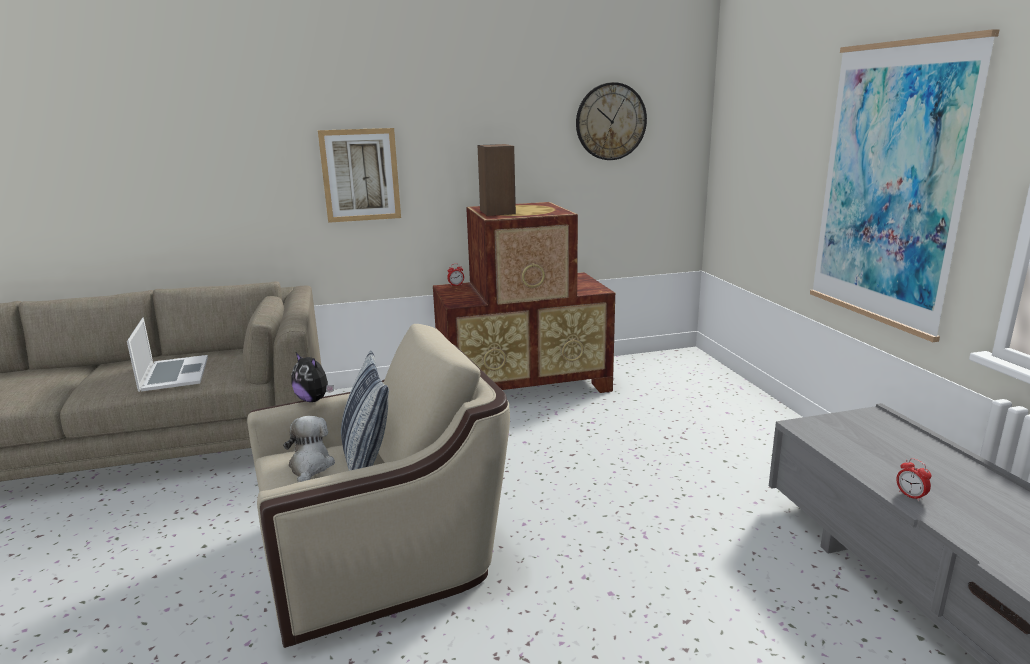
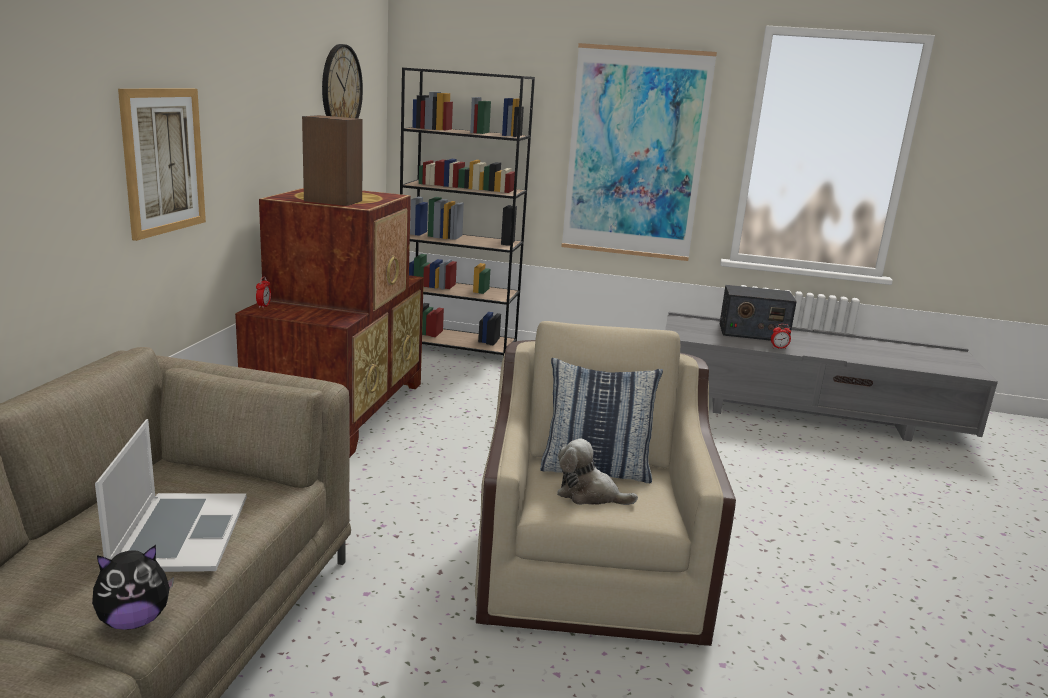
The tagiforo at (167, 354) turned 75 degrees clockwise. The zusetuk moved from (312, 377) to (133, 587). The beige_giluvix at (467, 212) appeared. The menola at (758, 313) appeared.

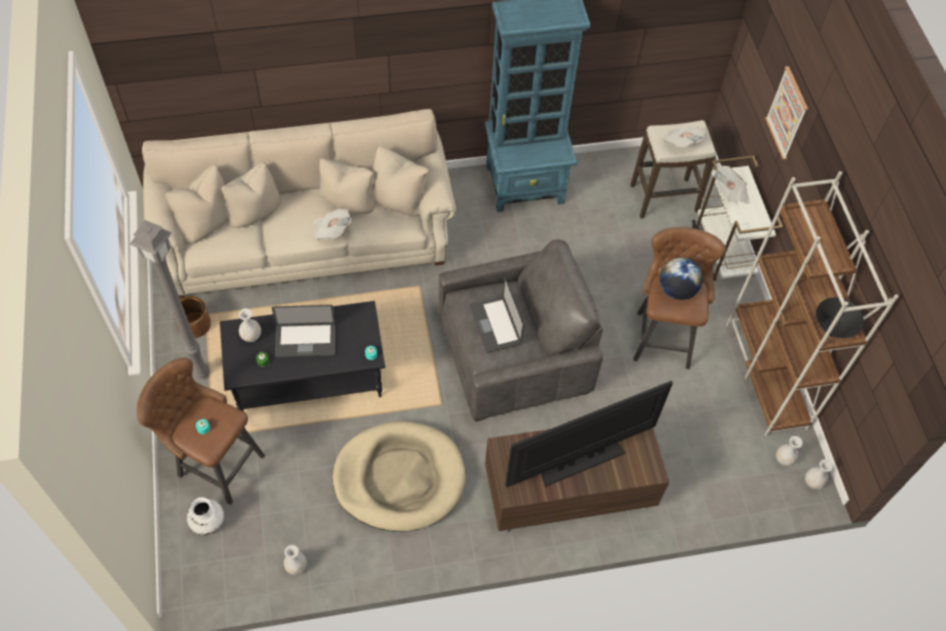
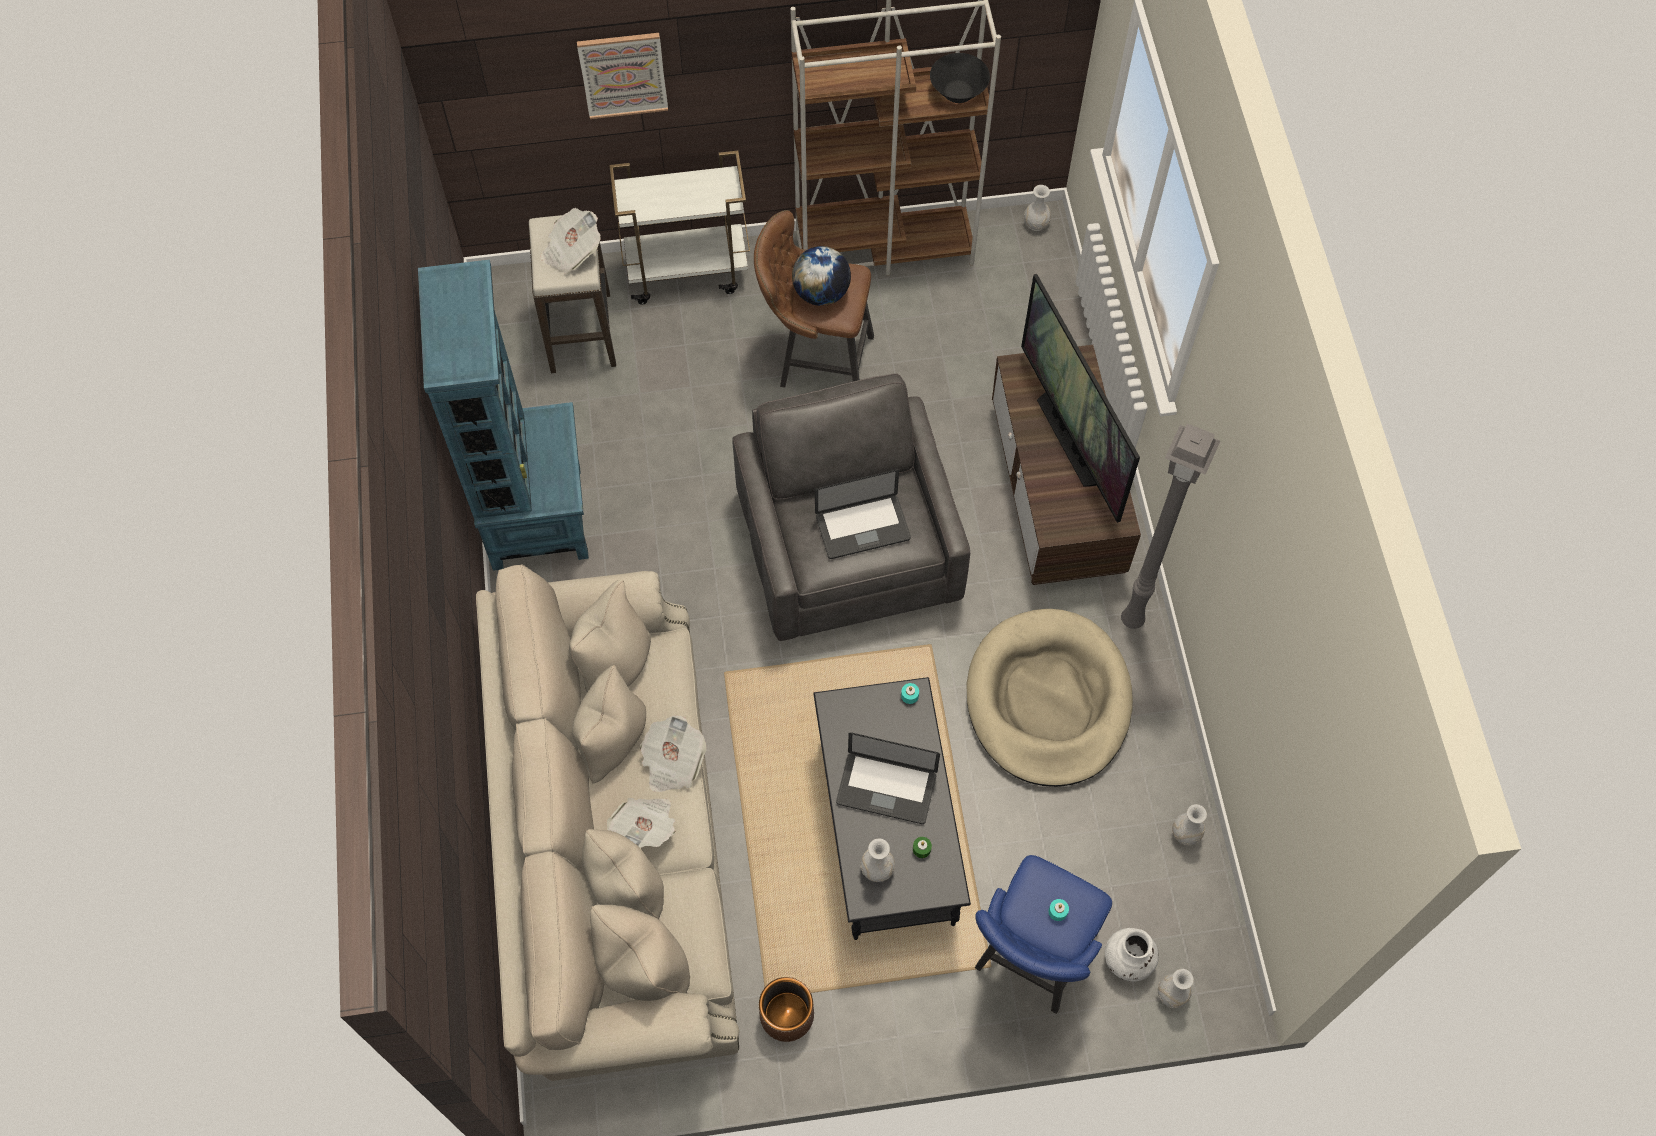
The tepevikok moved from (732, 185) to (641, 823). The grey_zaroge moved from (169, 299) to (1170, 526). The tagiforo at (304, 331) turned 105 degrees clockwise. The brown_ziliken at (201, 431) became the blue_ziliken at (1043, 934). The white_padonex moved from (789, 451) to (1176, 988).

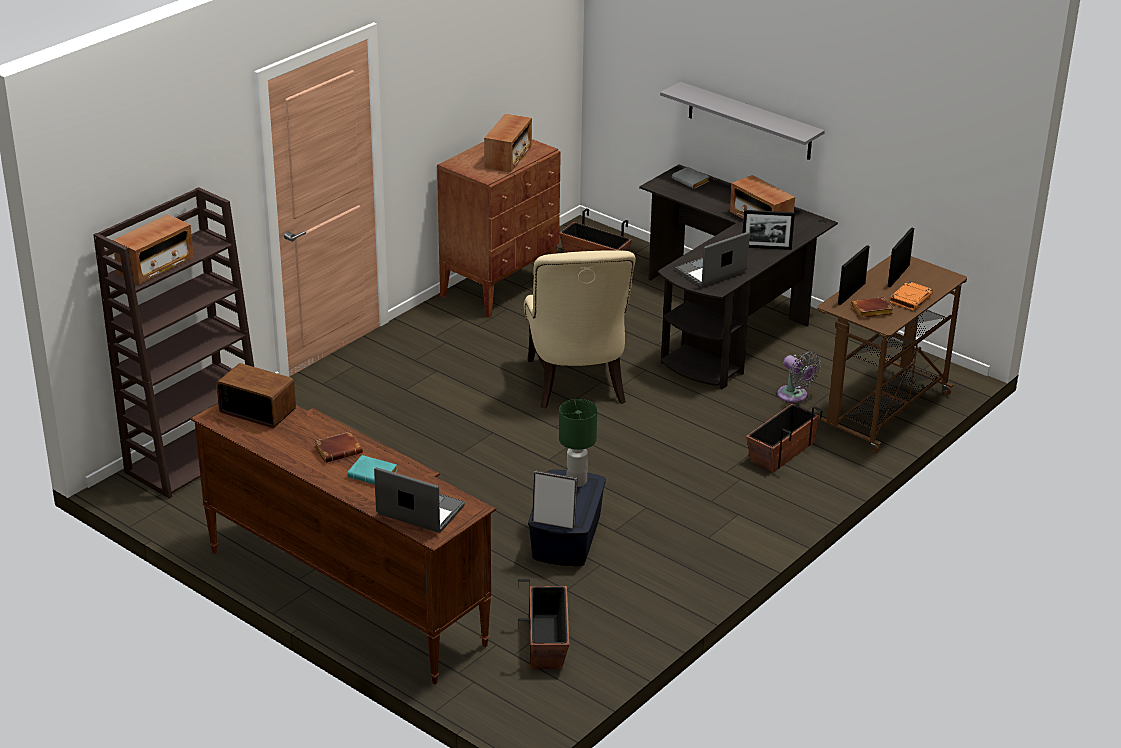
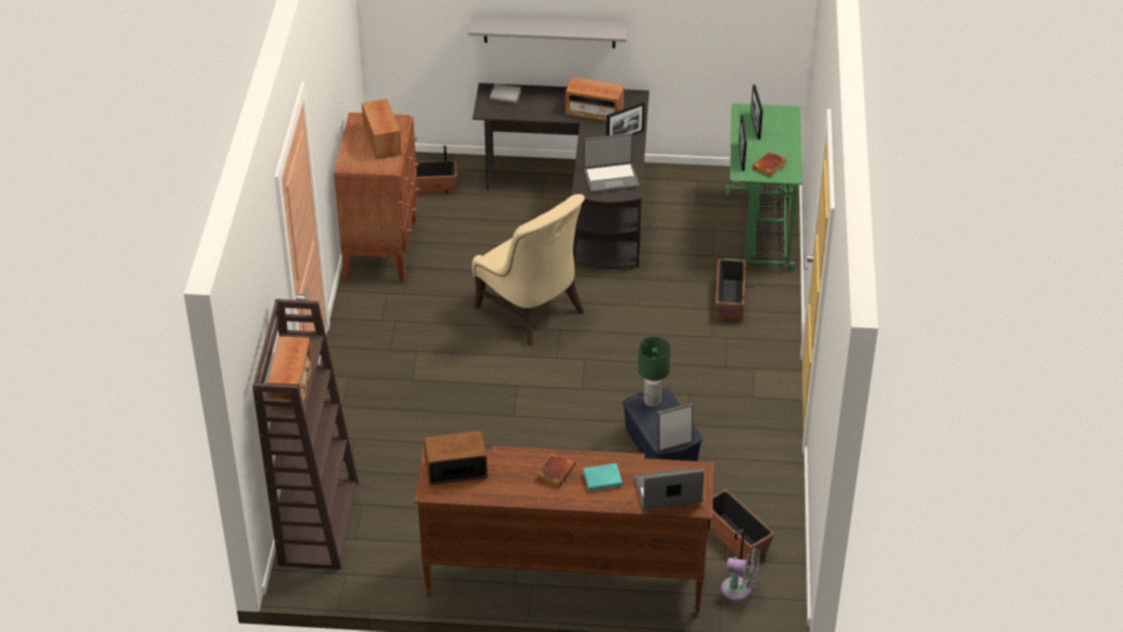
The tagiforo at (713, 259) turned 120 degrees counterclockwise. The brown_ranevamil at (892, 354) became the green_ranevamil at (763, 187). The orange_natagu at (911, 296) disappeared. The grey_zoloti moved from (799, 377) to (740, 574).

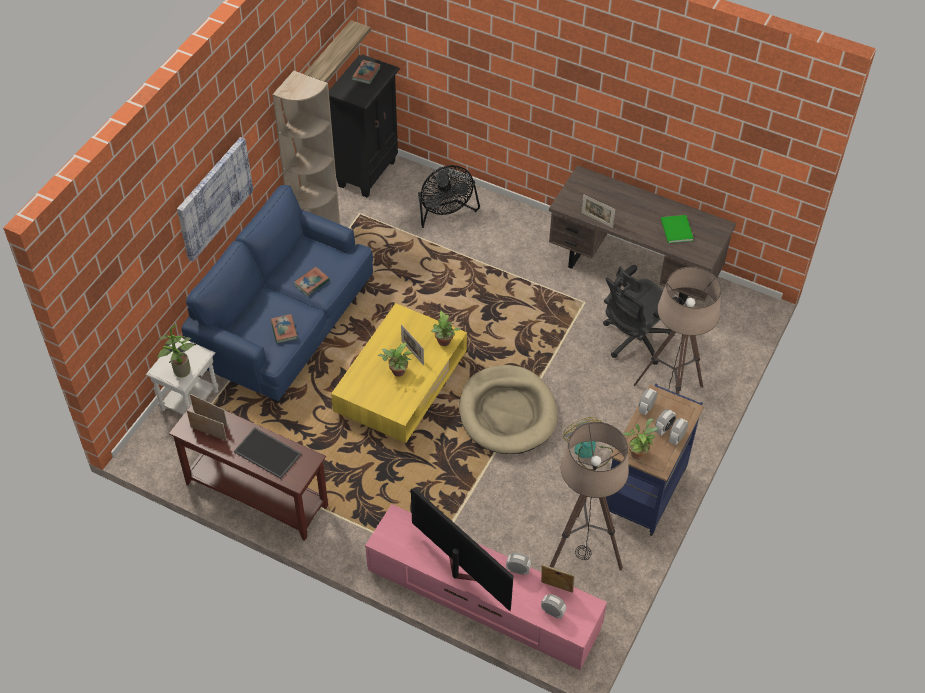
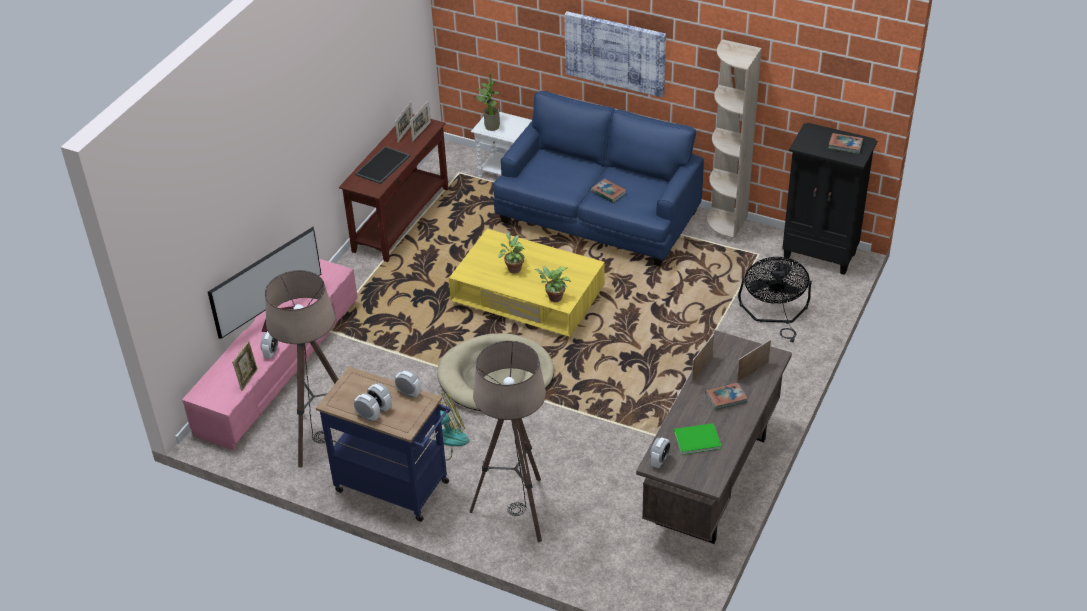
The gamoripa at (337, 51) disappeared. The black_zoloti at (449, 196) turned 120 degrees clockwise. The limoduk at (641, 315) disappeared. The natagu moved from (284, 328) to (726, 396). The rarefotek moved from (412, 344) to (754, 360). The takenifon at (640, 439) disappeared. The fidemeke moved from (553, 606) to (660, 452).

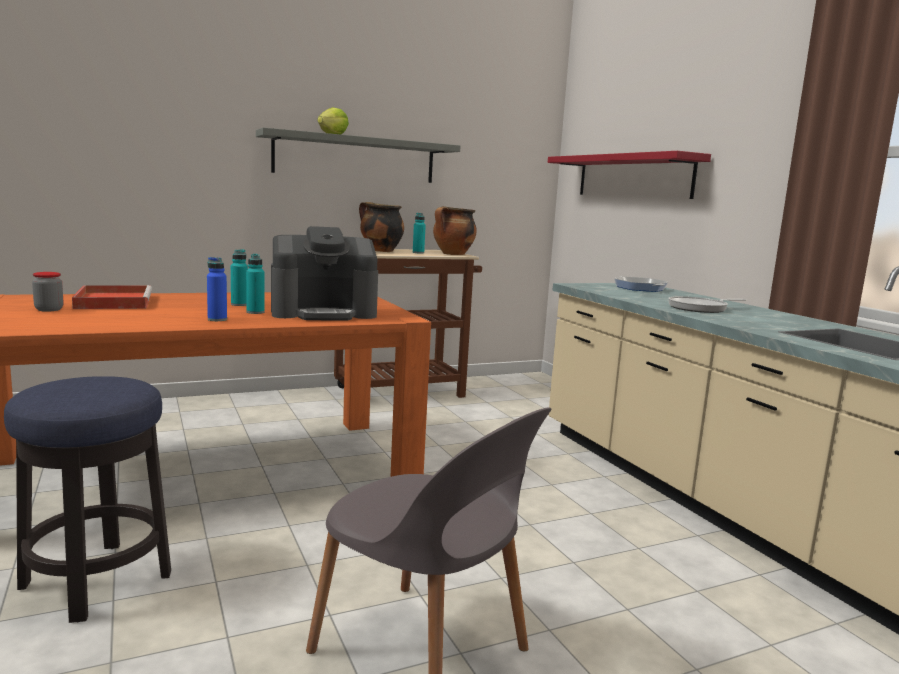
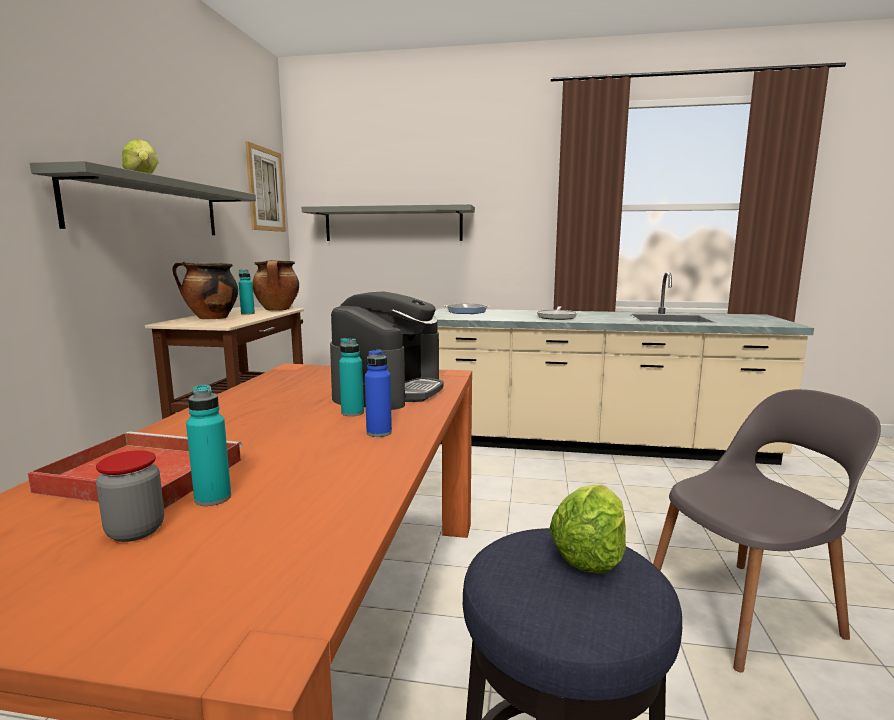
The red_gamoripa at (629, 175) became the grey_gamoripa at (388, 222). The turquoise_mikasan moved from (239, 277) to (208, 445). The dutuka at (265, 186) appeared. The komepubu at (587, 529) appeared.

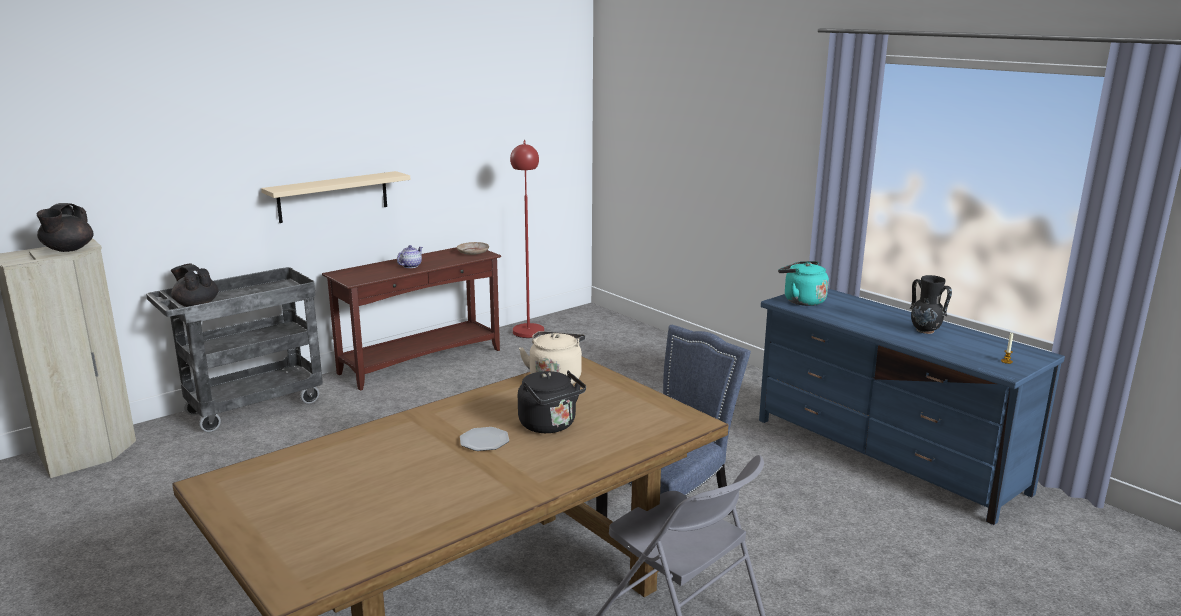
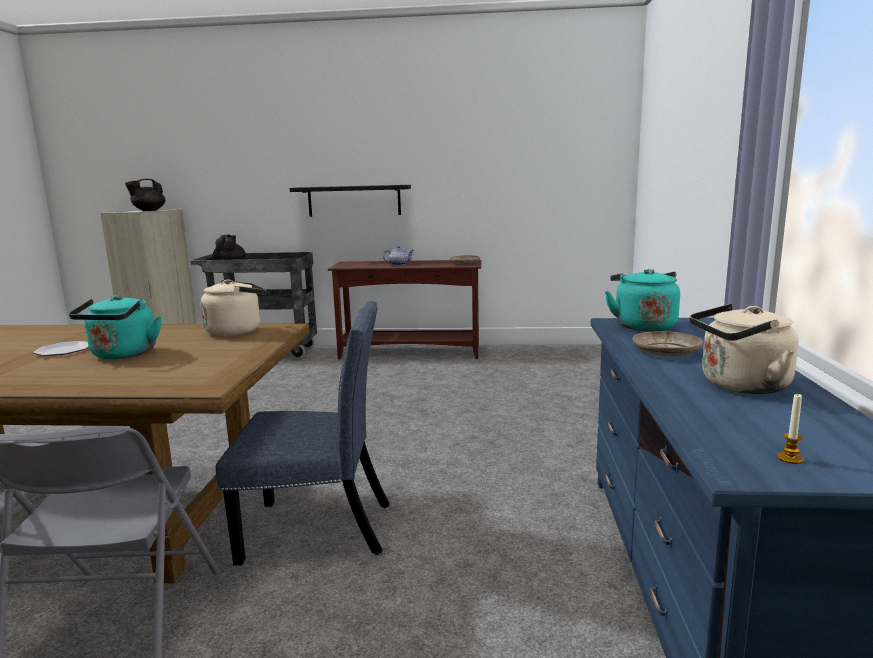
The red_zaroge at (527, 239) disappeared. The beige_gamoripa at (335, 197) became the black_gamoripa at (350, 201). The black_padonex at (931, 304) was replaced by the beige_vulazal at (744, 349). The black_vulazal at (552, 401) became the turquoise_vulazal at (115, 327). The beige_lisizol at (668, 344) appeared.

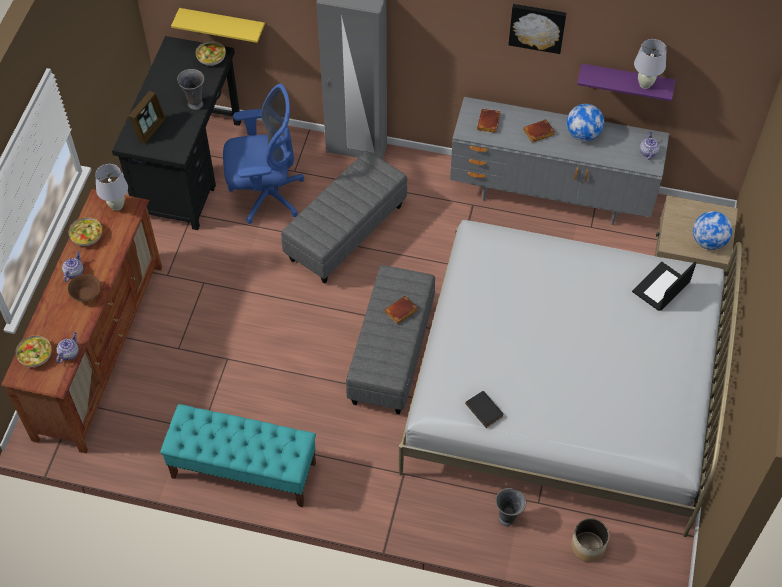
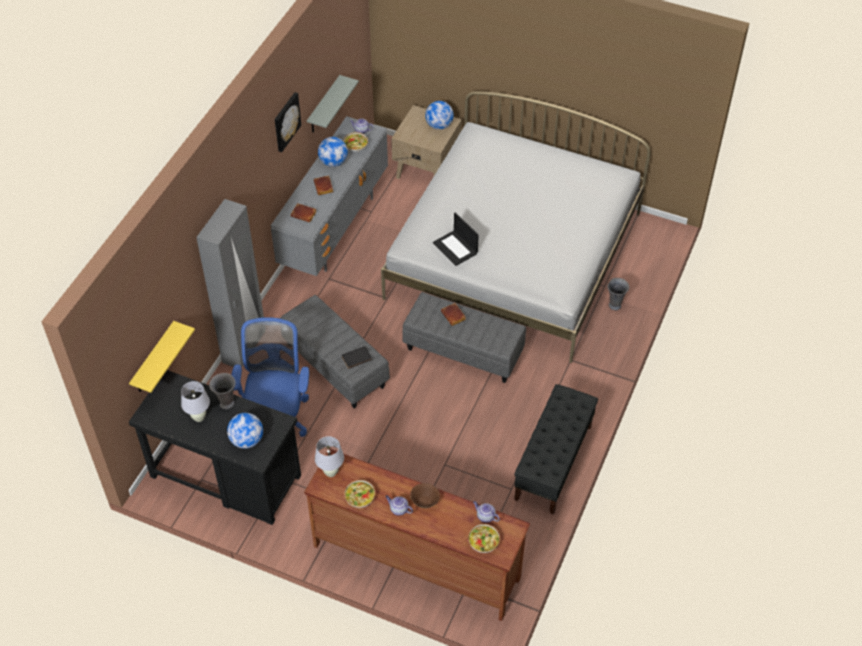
The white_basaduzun moved from (650, 64) to (195, 401). The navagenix moved from (211, 53) to (356, 142). The purple_gamoripa at (626, 82) became the grey_gamoripa at (333, 104). The rarefotek at (147, 117) was replaced by the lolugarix at (245, 431). The tagiforo moved from (664, 286) to (456, 239). The black_natagu moved from (484, 409) to (357, 357). The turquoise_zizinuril at (238, 455) became the black_zizinuril at (556, 449). The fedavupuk at (590, 540) disappeared.

